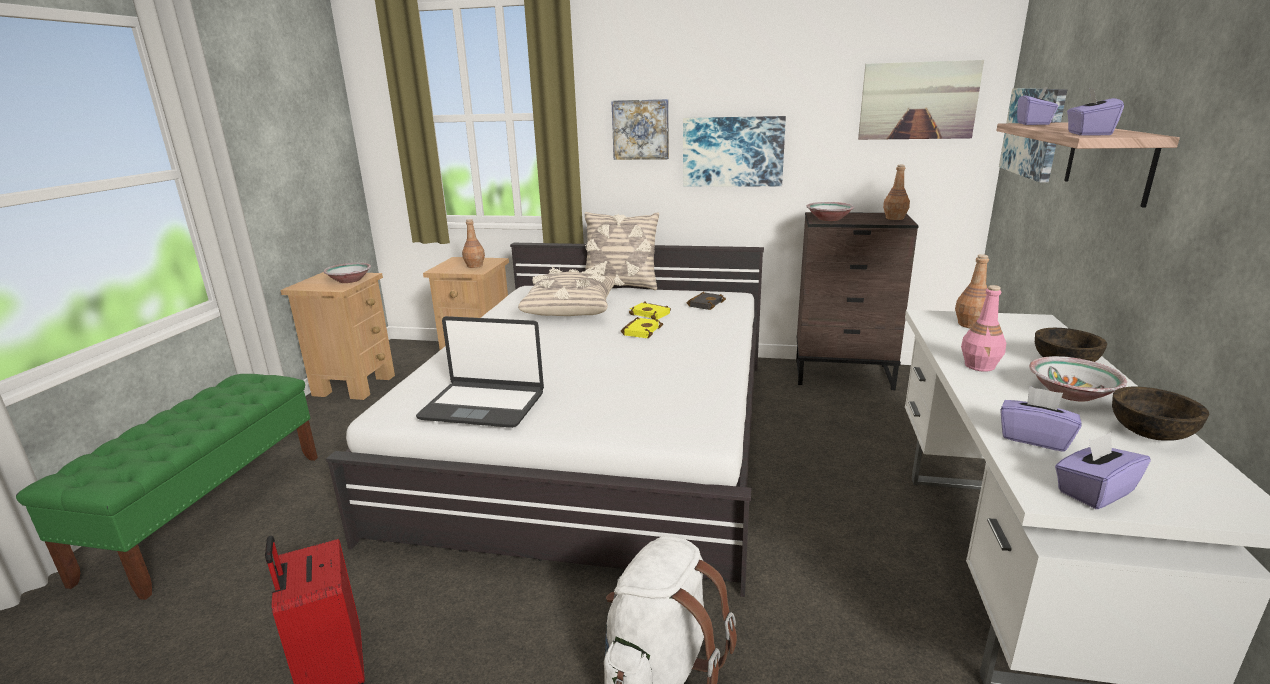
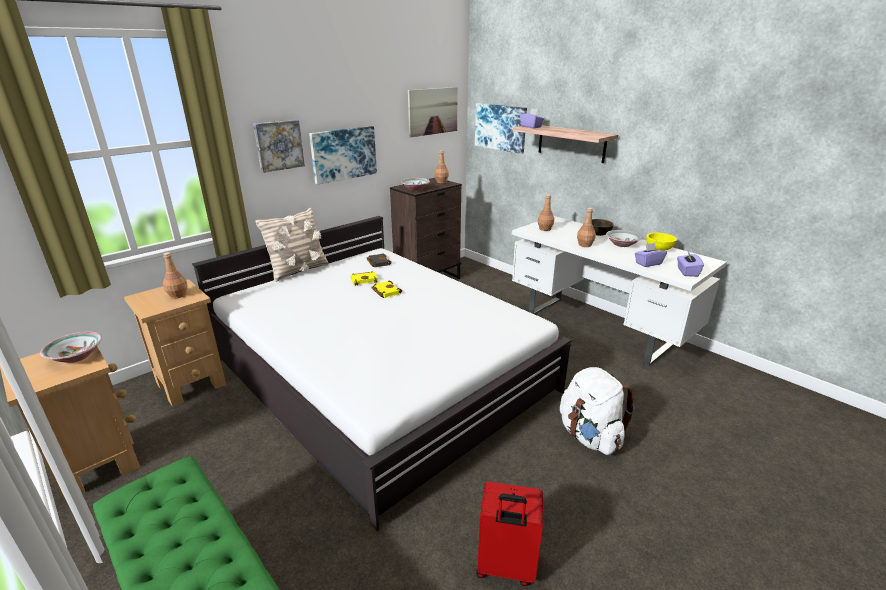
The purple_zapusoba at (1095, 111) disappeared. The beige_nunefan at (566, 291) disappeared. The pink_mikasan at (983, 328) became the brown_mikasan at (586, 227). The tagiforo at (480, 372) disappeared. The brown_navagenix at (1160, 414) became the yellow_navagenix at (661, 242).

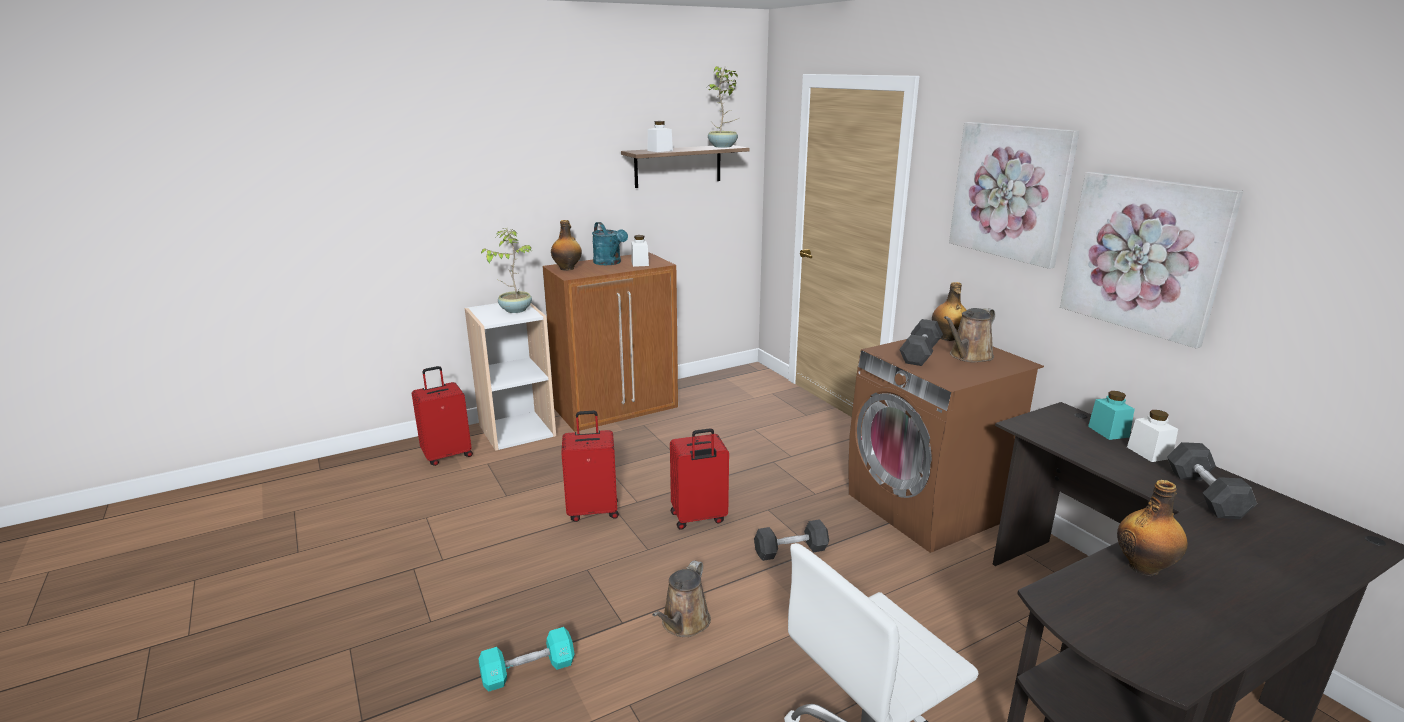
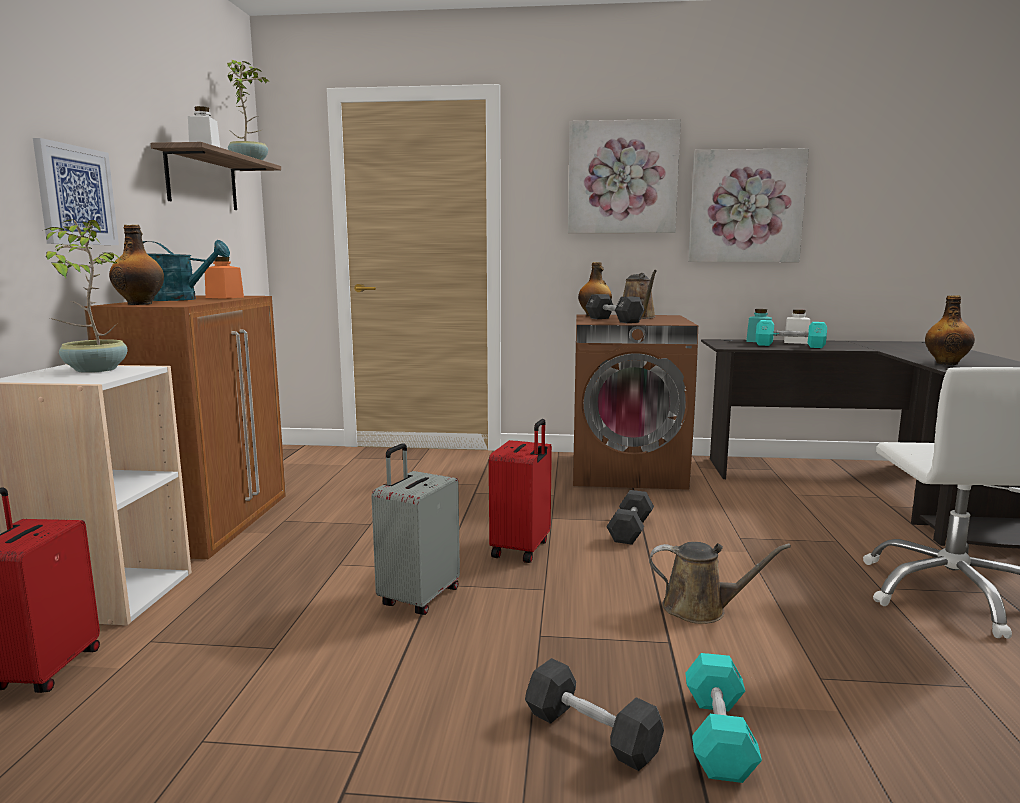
The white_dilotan at (640, 251) became the orange_dilotan at (224, 278). The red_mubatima at (590, 466) became the grey_mubatima at (416, 529). The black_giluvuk moved from (1212, 480) to (594, 714). The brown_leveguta at (681, 598) turned 45 degrees counterclockwise. The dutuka at (76, 191) appeared. The turquoise_giluvuk at (791, 334) appeared.

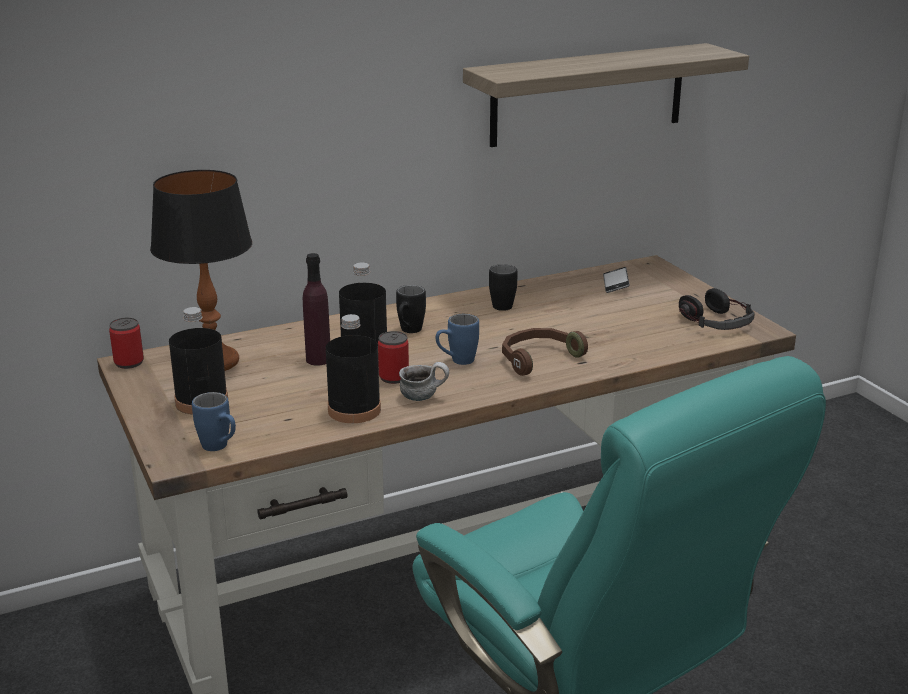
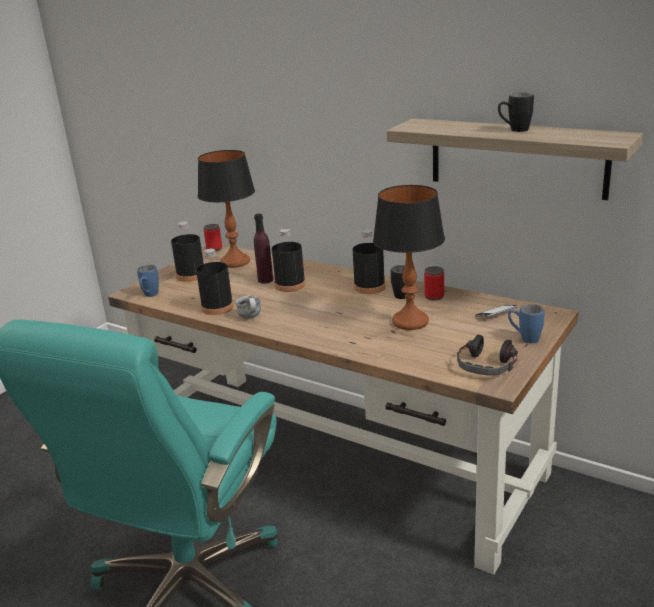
The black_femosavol moved from (411, 309) to (516, 112). The blue_femosavol moved from (457, 339) to (526, 323). The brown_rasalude at (545, 352) disappeared. The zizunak moved from (393, 357) to (434, 283). The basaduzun at (409, 257) appeared. The black_mikasan at (368, 261) appeared.

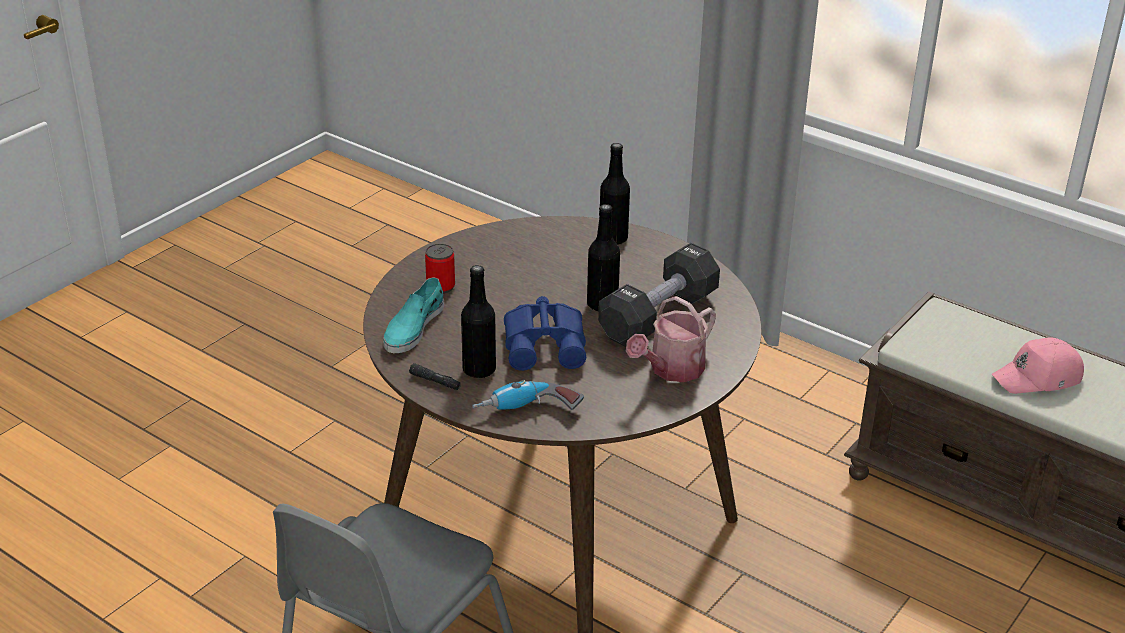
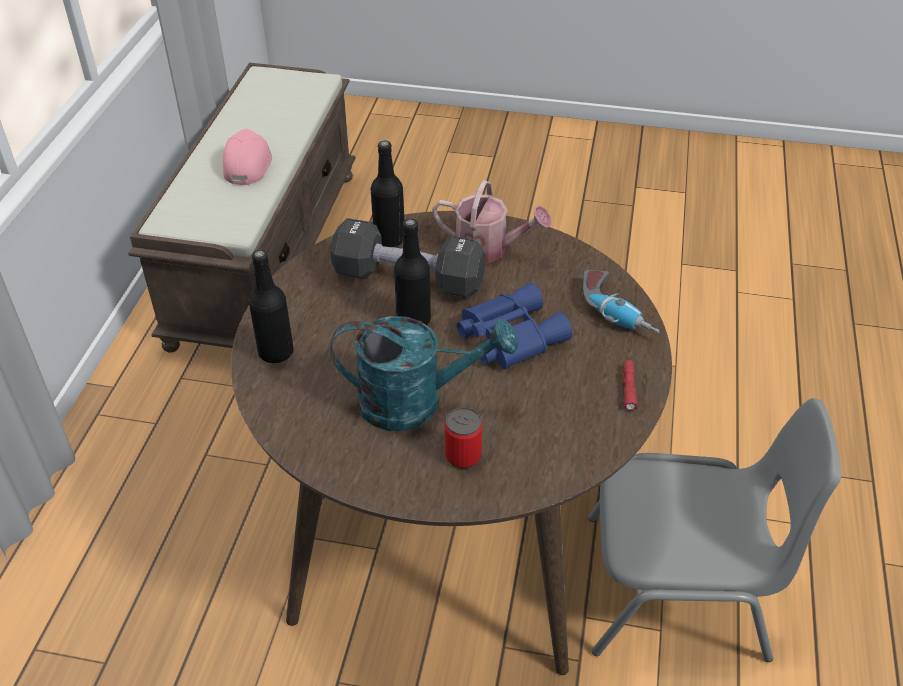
The black_mikasan moved from (478, 321) to (387, 194). The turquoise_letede at (413, 315) disappeared. The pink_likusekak at (1038, 365) turned 135 degrees counterclockwise. The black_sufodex at (435, 376) became the red_sufodex at (629, 385). The turquoise_leveguta at (424, 373) appeared.

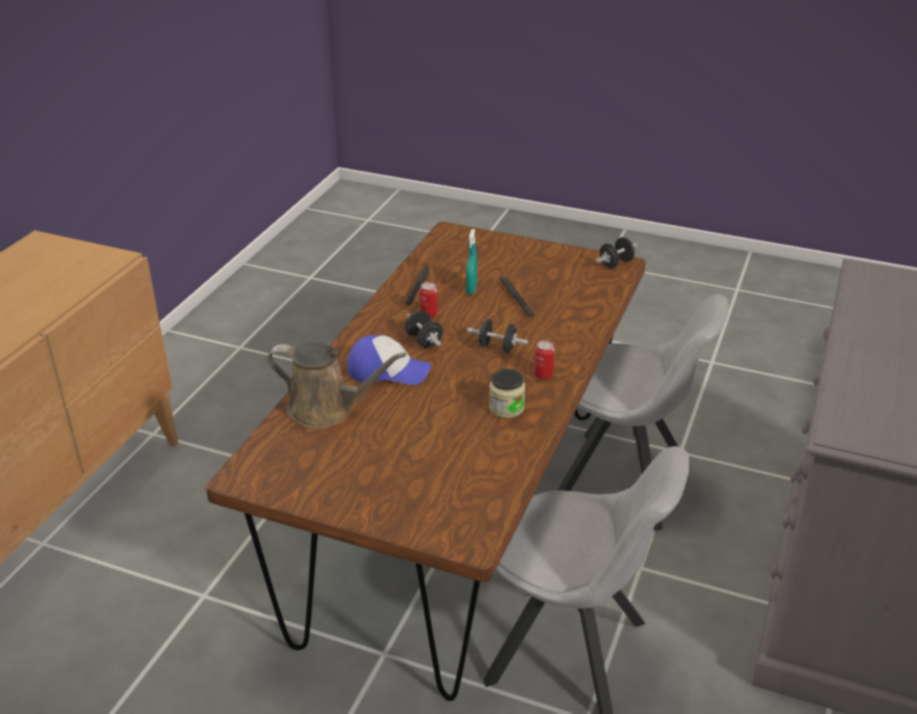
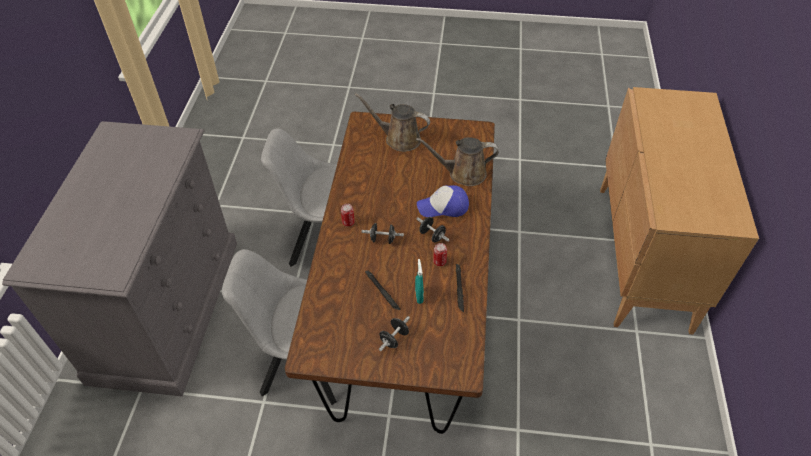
The black_giluvuk moved from (616, 253) to (394, 333). The dilotan at (507, 393) disappeared. The brown_leveguta at (392, 122) appeared.

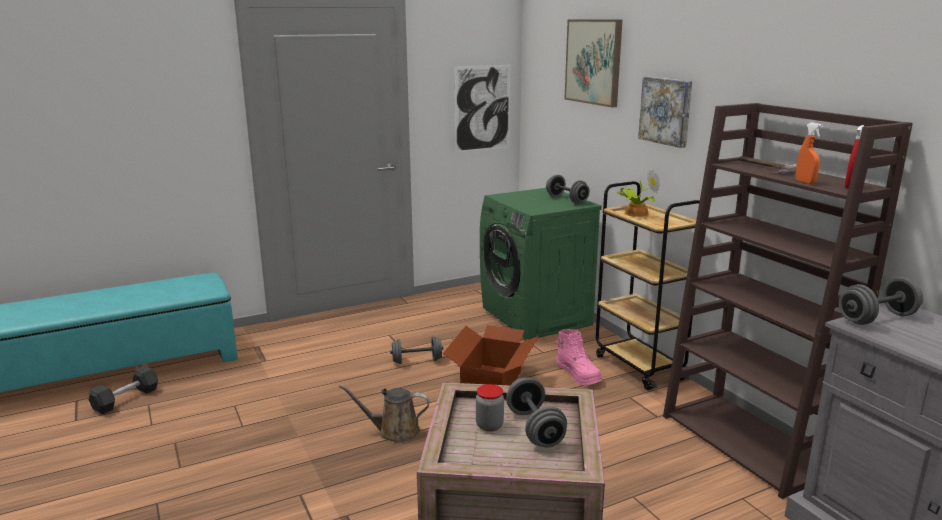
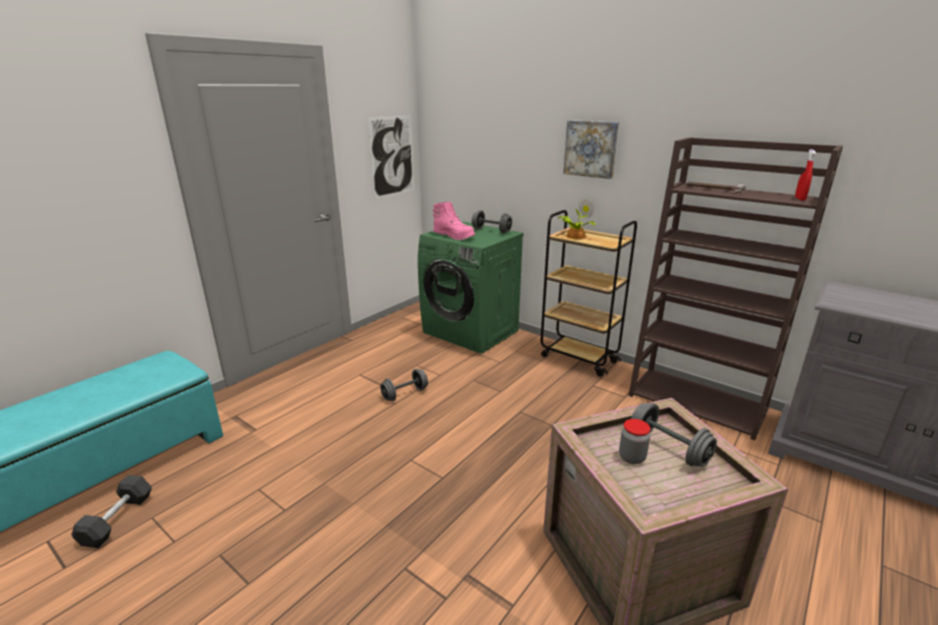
The dutuka at (593, 63) disappeared. The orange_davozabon at (809, 153) disappeared. The grey_giluvuk at (881, 301) disappeared. The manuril at (490, 355) disappeared. The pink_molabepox moved from (579, 357) to (454, 220). The brown_leveguta at (384, 414) disappeared.

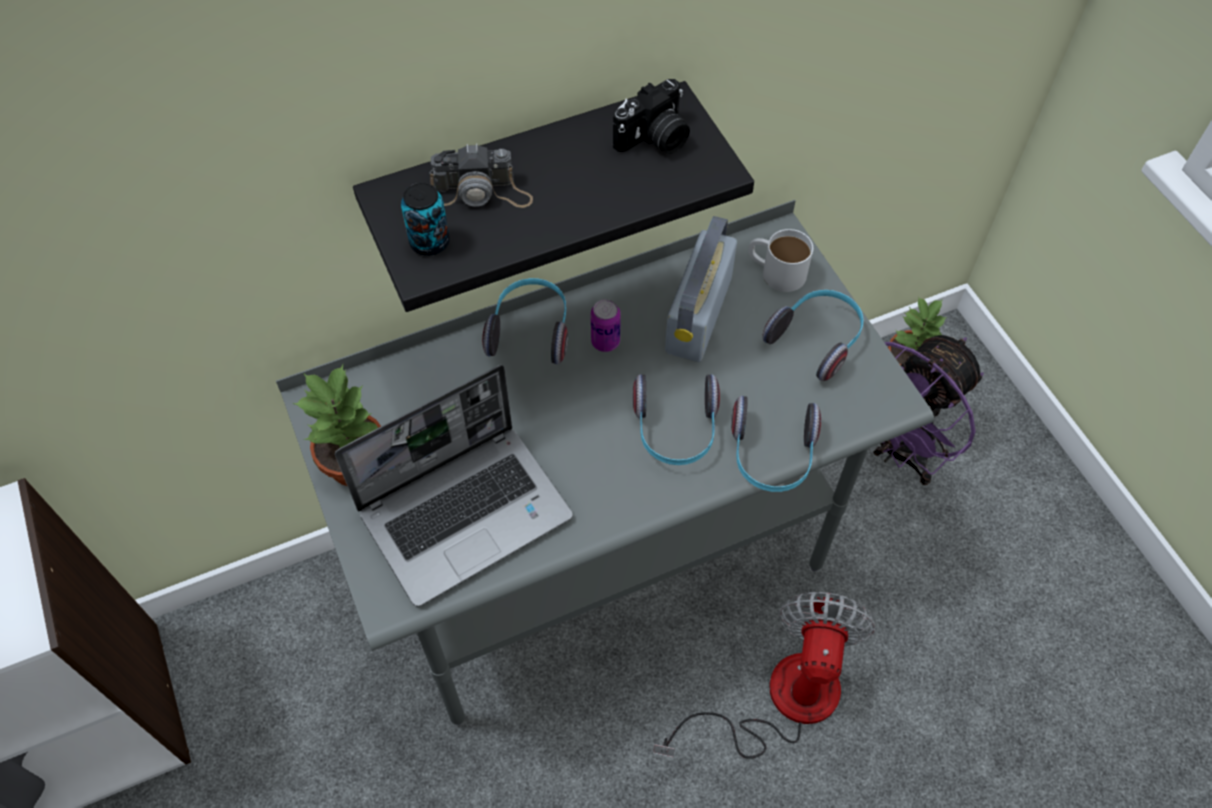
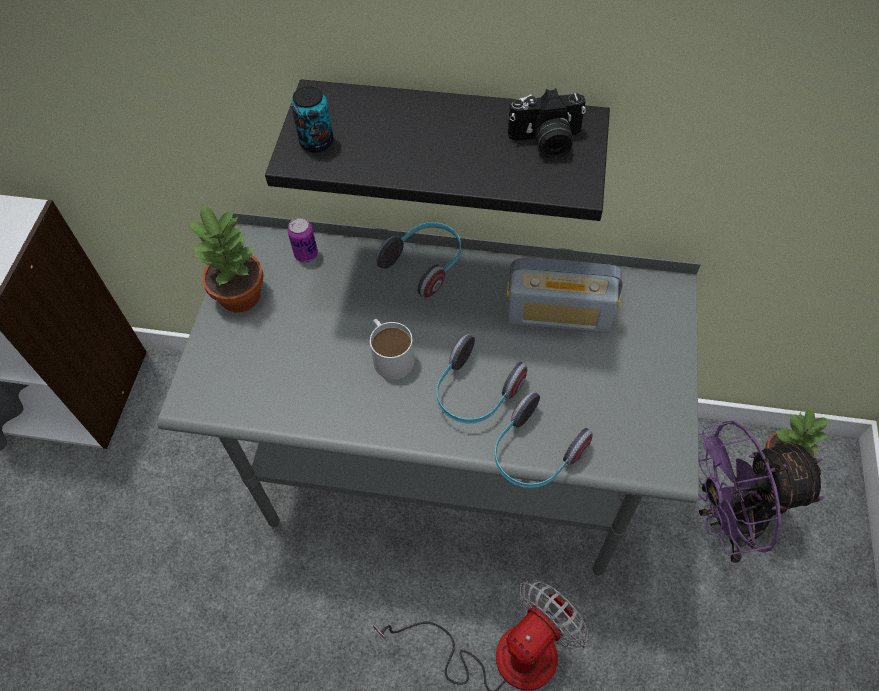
The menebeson at (481, 175) disappeared. The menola at (701, 289) turned 135 degrees counterclockwise. The white_femosavol moved from (780, 260) to (392, 349). The rasalude at (813, 335) disappeared. The zizunak moved from (606, 325) to (302, 239). The tagiforo at (454, 485) disappeared.

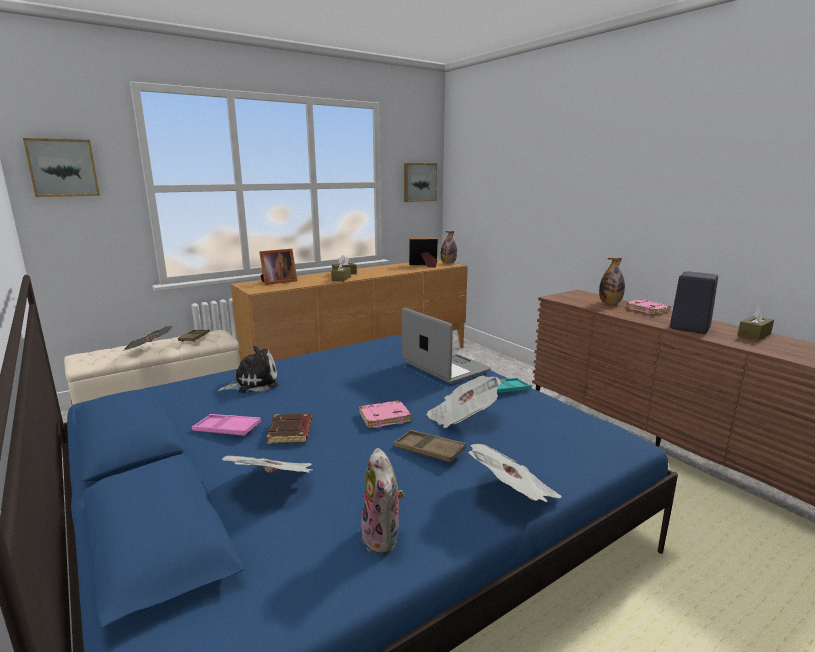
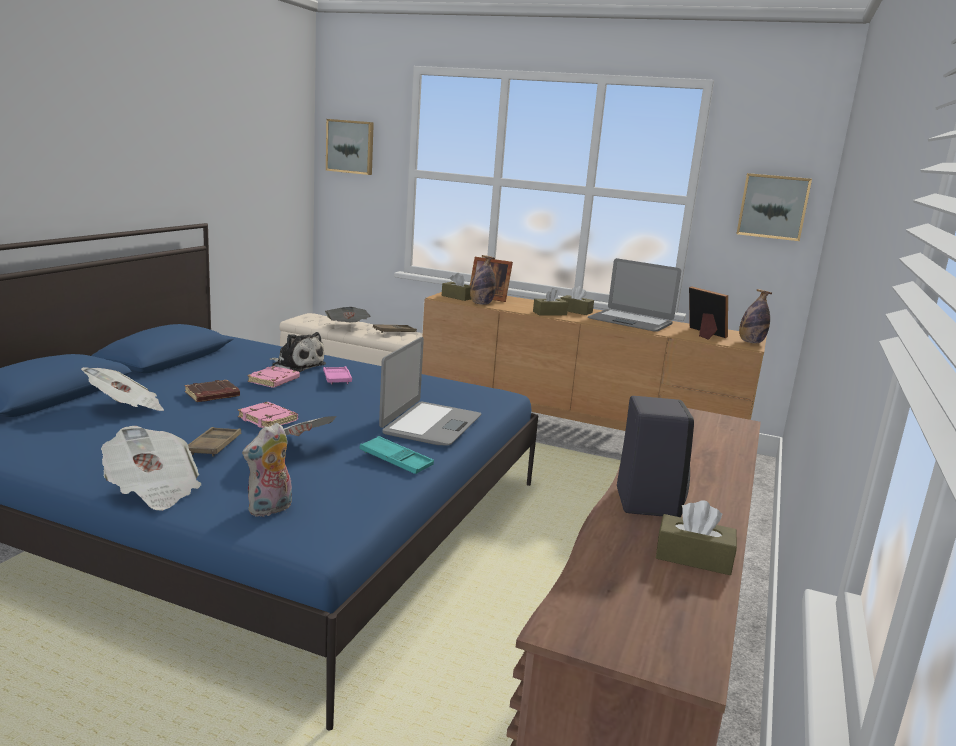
The mikasan moved from (612, 281) to (483, 280). The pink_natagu moved from (648, 307) to (273, 377). The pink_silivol moved from (226, 425) to (337, 375). The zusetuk moved from (382, 501) to (267, 469). The tagiforo at (635, 295) appeared. The brown_zapusoba at (456, 287) appeared.

